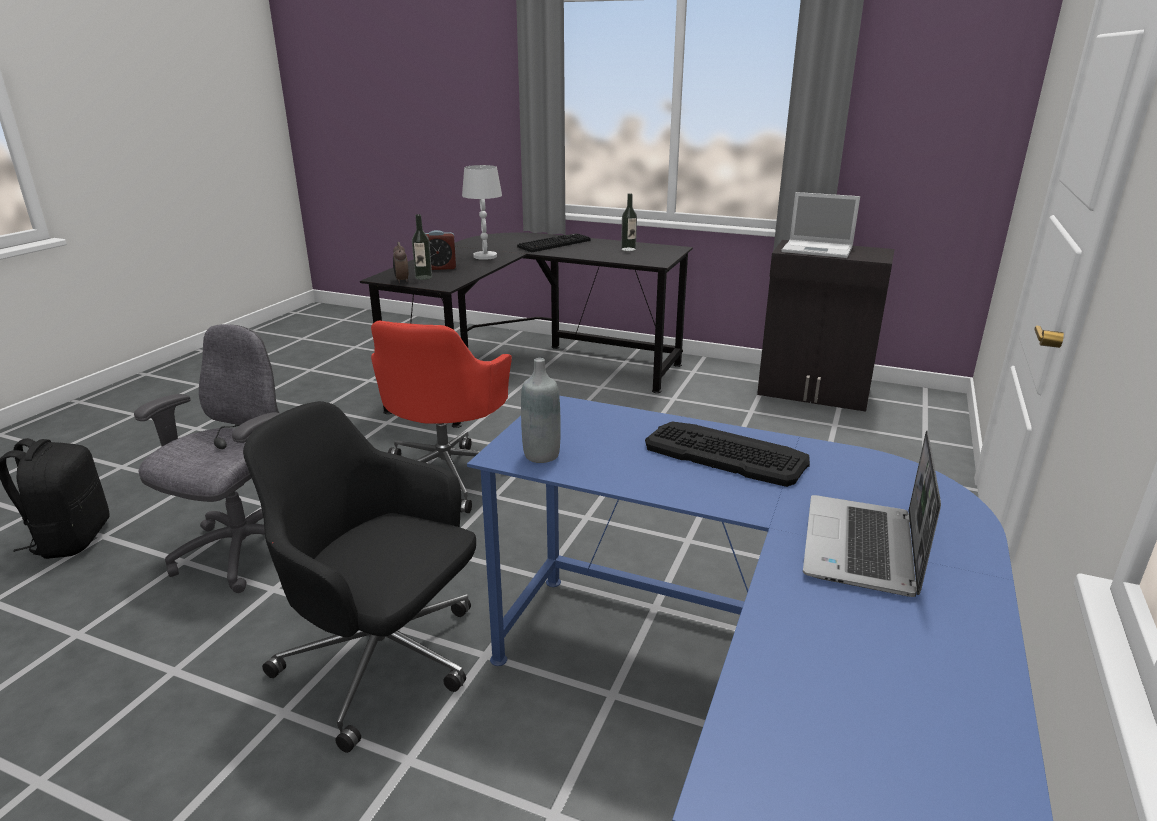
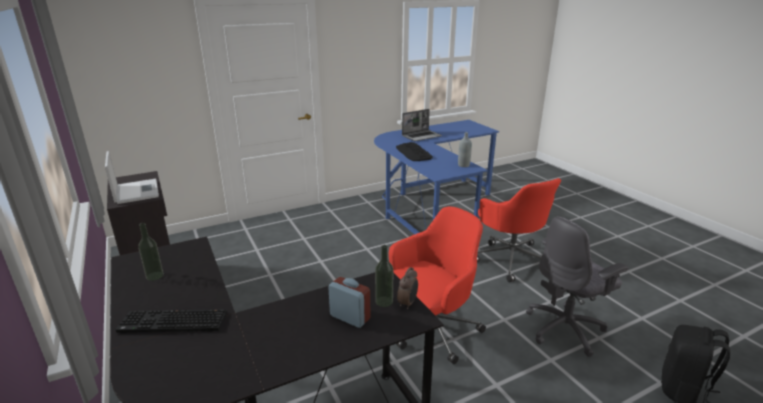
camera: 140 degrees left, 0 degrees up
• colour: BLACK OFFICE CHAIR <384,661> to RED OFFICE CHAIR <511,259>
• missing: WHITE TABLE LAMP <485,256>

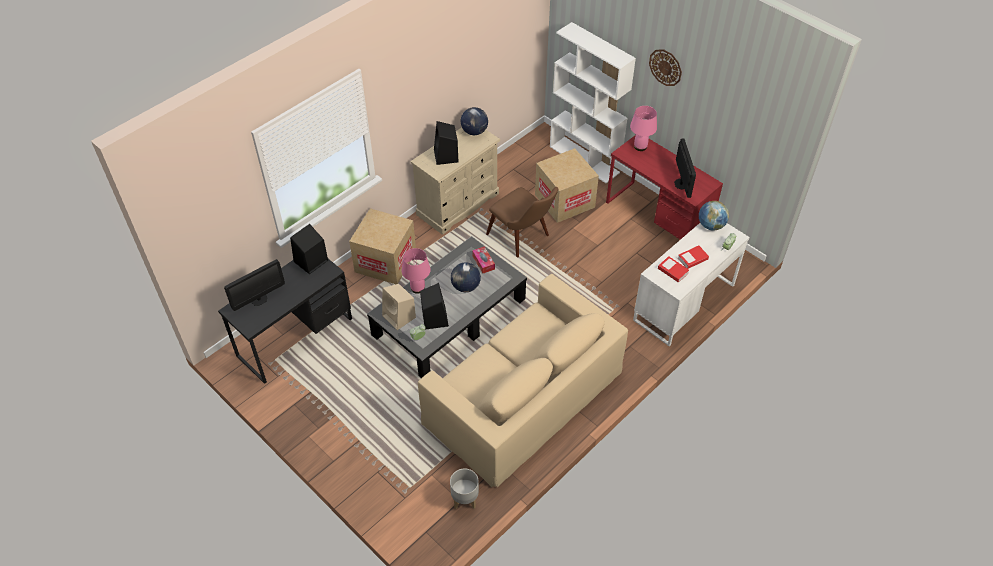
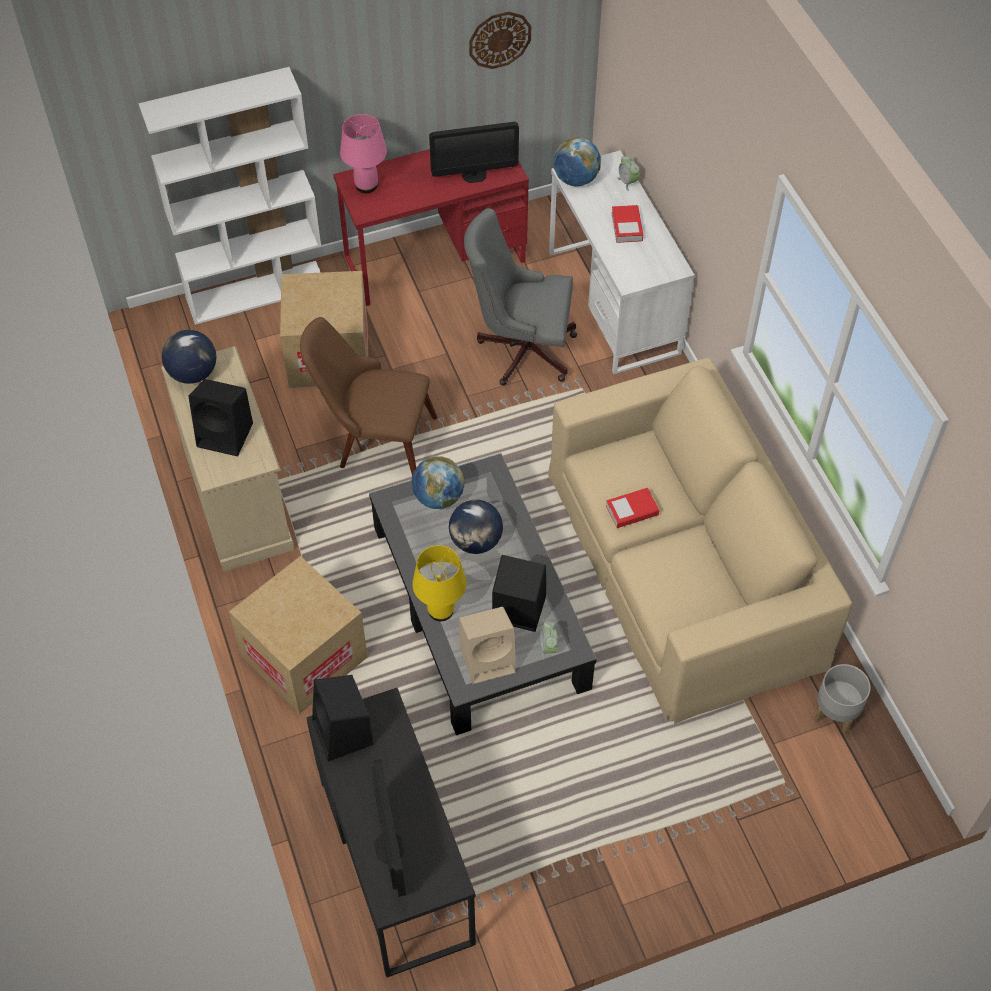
camera: 65 degrees left, 5 degrees up
• spun: BROWN CHAIR <523,238> = <374,440> 150 degrees counterclockwise
• exchanged: TISSUE BOX <483,262> to GLOBE <438,498>
• colour: PINK TABLE LAMP <417,288> to YELLOW TABLE LAMP <441,611>
• spun: MONITOR <680,184> = <474,175> 150 degrees clockwise
• appeared: GREY OFFICE CHAIR <521,349>
• relocated: WALL CLOCK <665,67> to <499,39>
• relocated: BOOK <672,271> to <632,510>

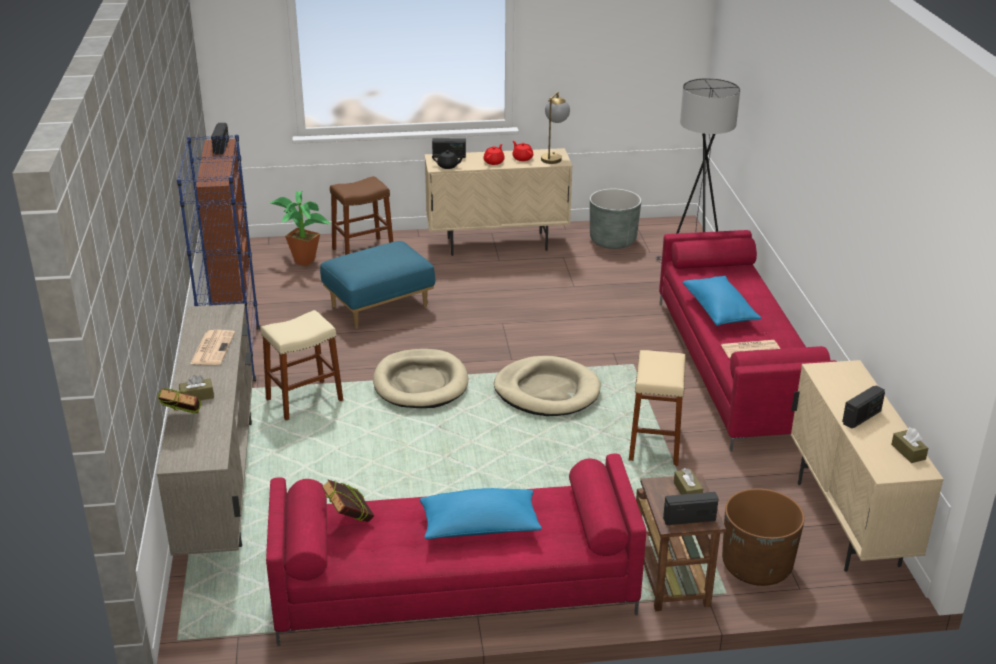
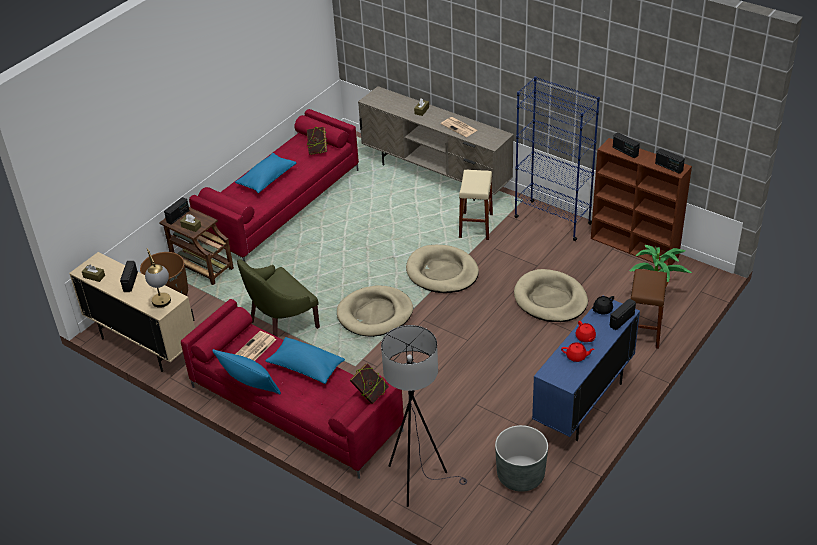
camera: 135 degrees right, 10 degrees up
• relocated: TABLE LAMP <553,157> to <163,305>
• appeared: BLUE PILLOW <249,383>
• exchanged: BEIGE STOOL <654,443> to GREEN ARMCHAIR <281,323>
• relocated: BOOK <182,421> to <370,394>
• exchanged: BLUE OTTOMAN <379,306> to BEIGE DOG BED <550,299>
• colour: BEIGE CABINET <497,244> to BLUE CABINET <583,404>
• appeared: RADIO <625,151>

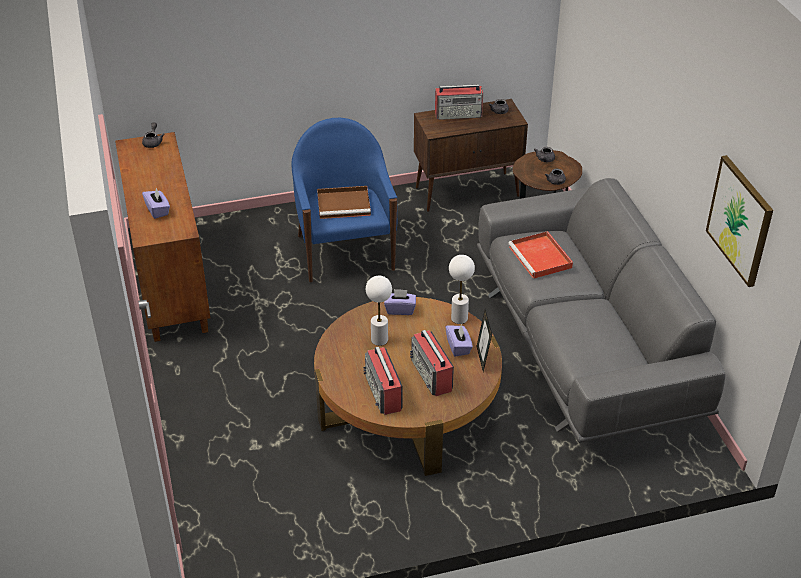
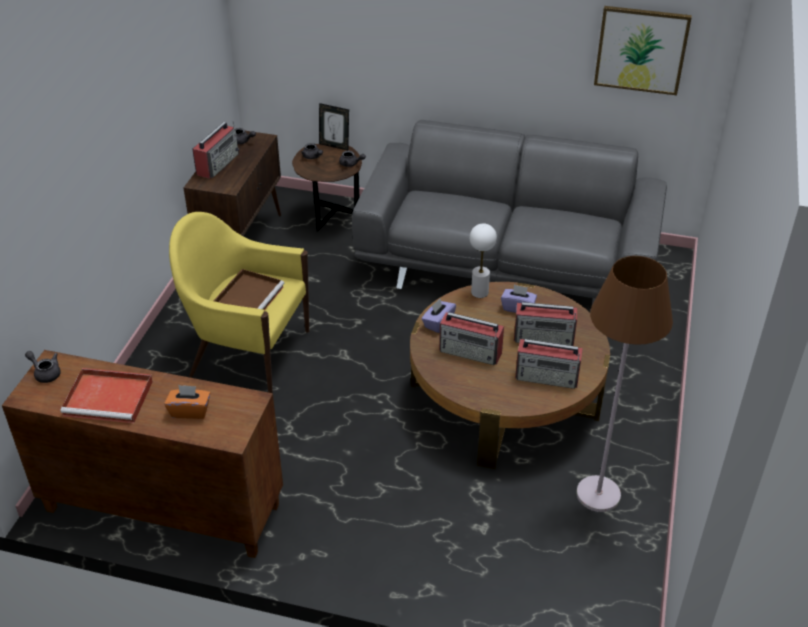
camera: 60 degrees left, 0 degrees up
• relocated: RED TRAY <541,258> to <110,398>
• colour: PURPLE TISSUE BOX <157,210> to ORANGE TISSUE BOX <190,411>
• colour: BLUE ARMCHAIR <345,251> to YELLOW ARMCHAIR <248,352>
• relocated: PICTURE FRAME <482,359> to <334,146>
• exchanged: WHITE TABLE LAMP <379,340> to RADIO <471,352>
• appeared: BROWN FLOOR LAMP <598,494>

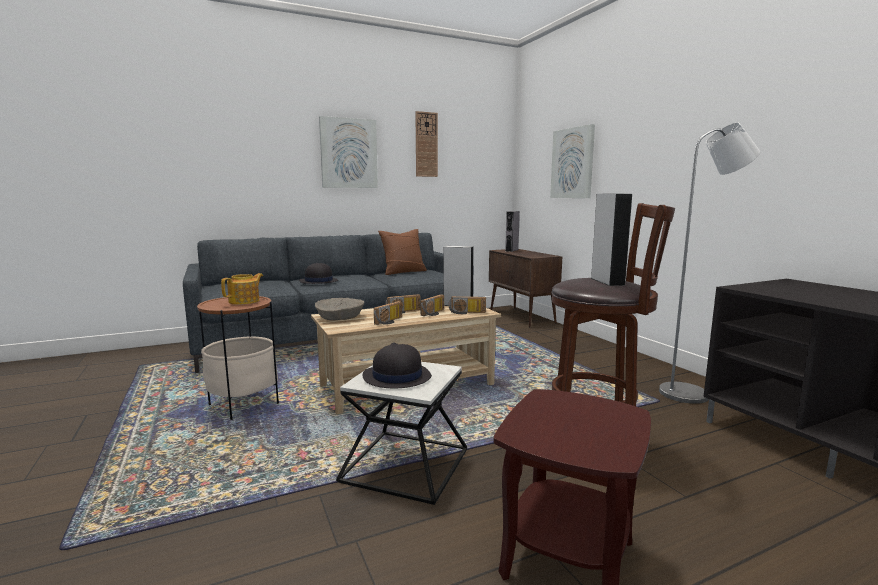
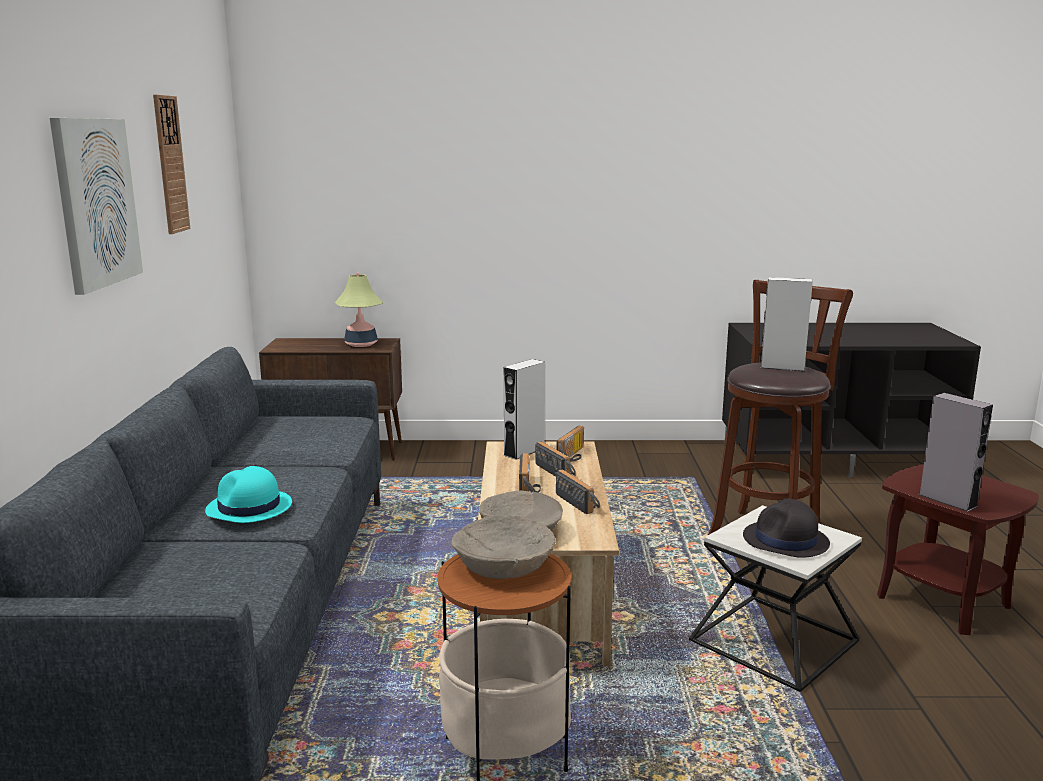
camera: 65 degrees left, 5 degrees up
• colour: BLACK HAT <318,281> to TURQUOISE HAT <249,508>
• appeared: TABLE LAMP <361,344>
• exchanged: TEAPOT <245,301> to BEIGE BOWL <504,565>
• relocated: GREY SPEAKER <511,250> to <947,500>
• missing: BROWN PILLOW <403,272>
• missing: PICTURE <572,163>
• missing: GREY FLOOR LAMP <692,393>

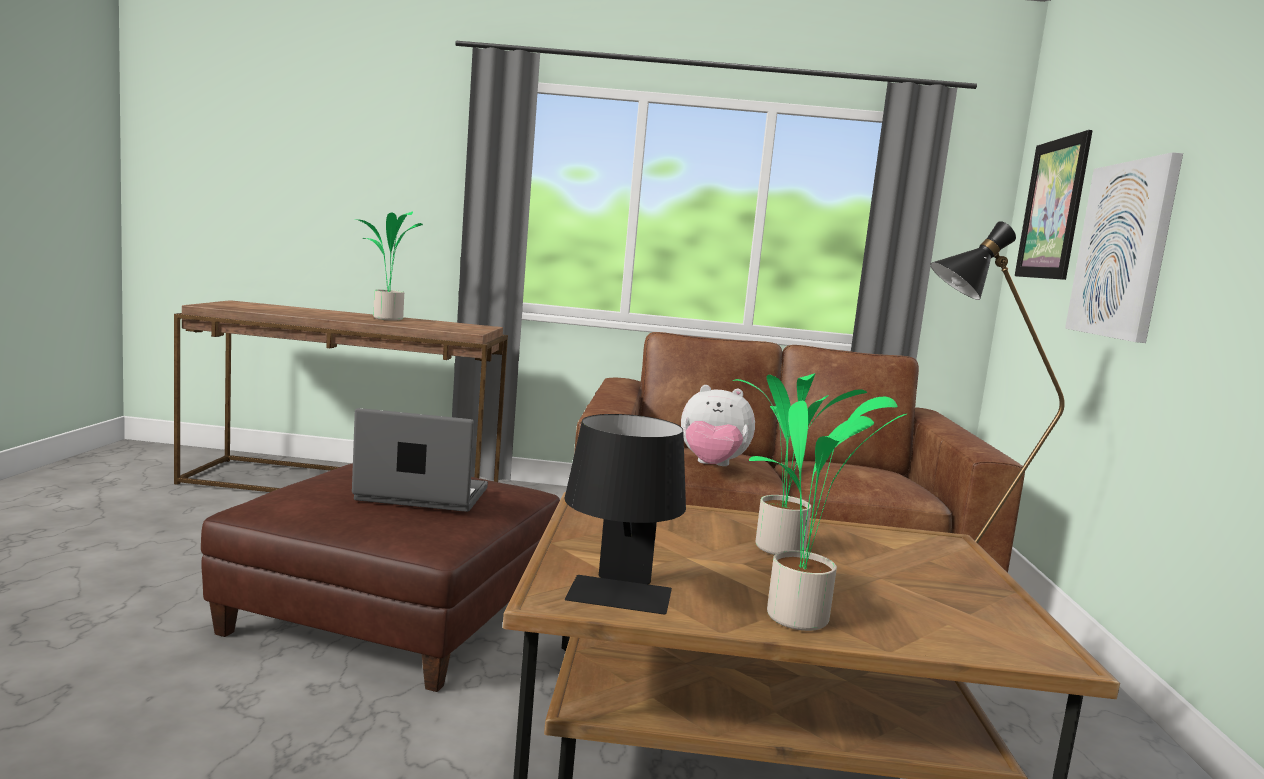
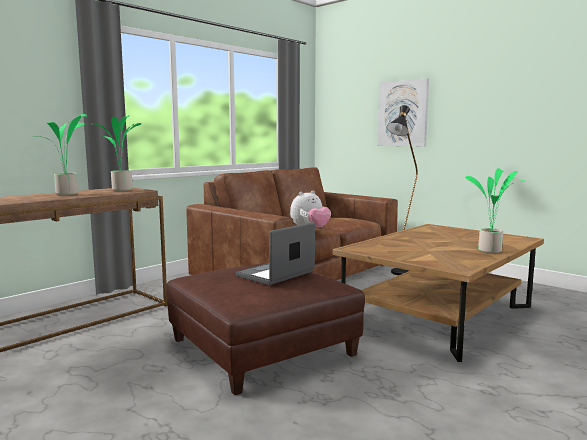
camera: 50 degrees left, 0 degrees up
• relocated: POTTED PLANT <776,549> to <121,190>
• missing: BLACK TABLE LAMP <617,603>
• missing: PICTURE <1052,209>

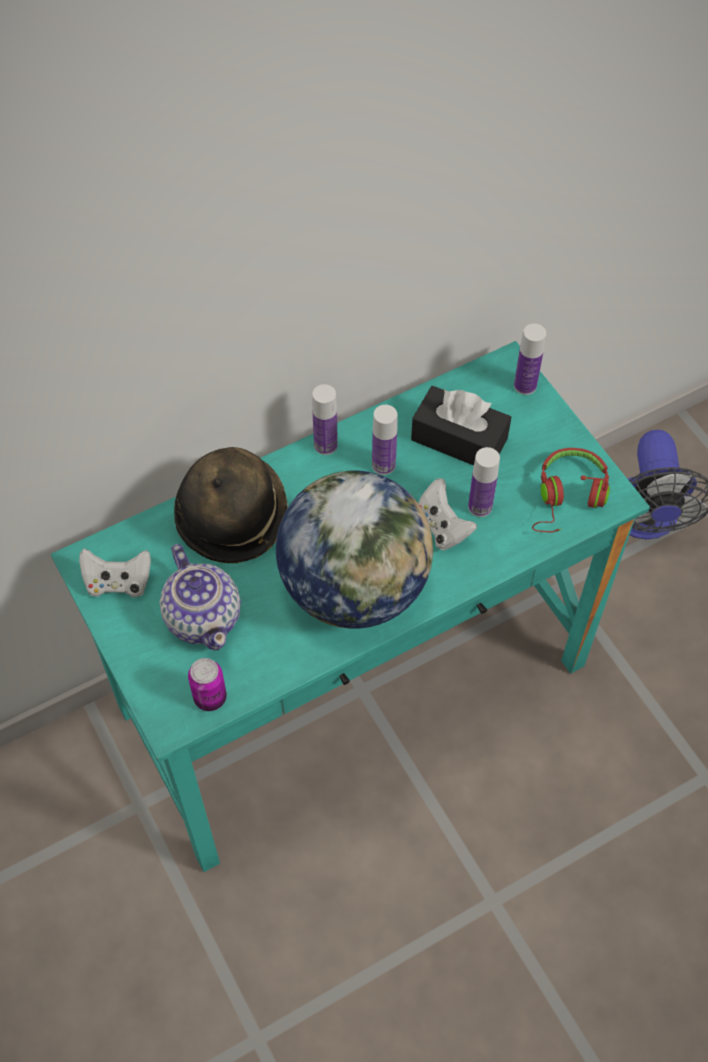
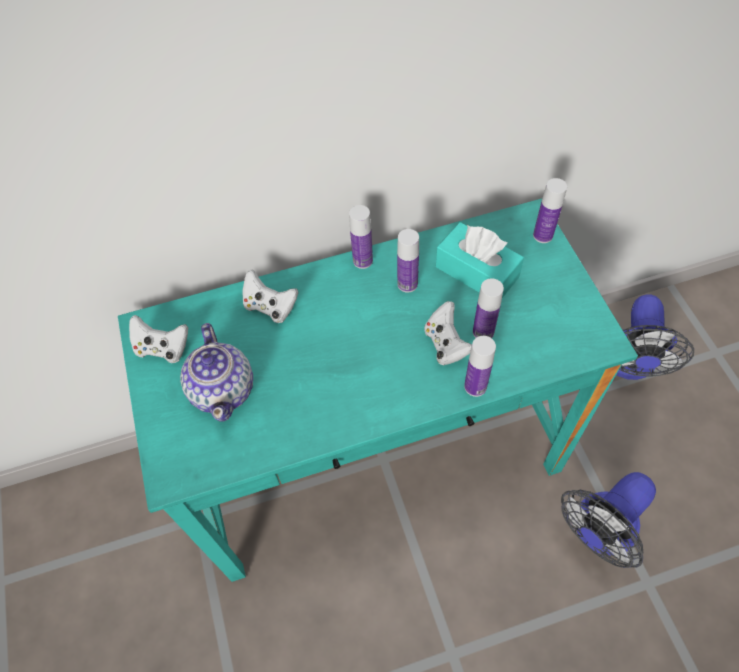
camera: 15 degrees right, 0 degrees up
• exchanged: HAT <231,515> to WHITE GAME CONTROLLER <270,307>
• colour: BLACK TISSUE BOX <459,439> to TURQUOISE TISSUE BOX <477,272>
• appeared: BOTTLE <475,386>
• appeared: FAN <598,532>
• missing: CAN <210,698>
• missing: GLOBE <354,587>
• missing: RED HEADPHONES <568,498>

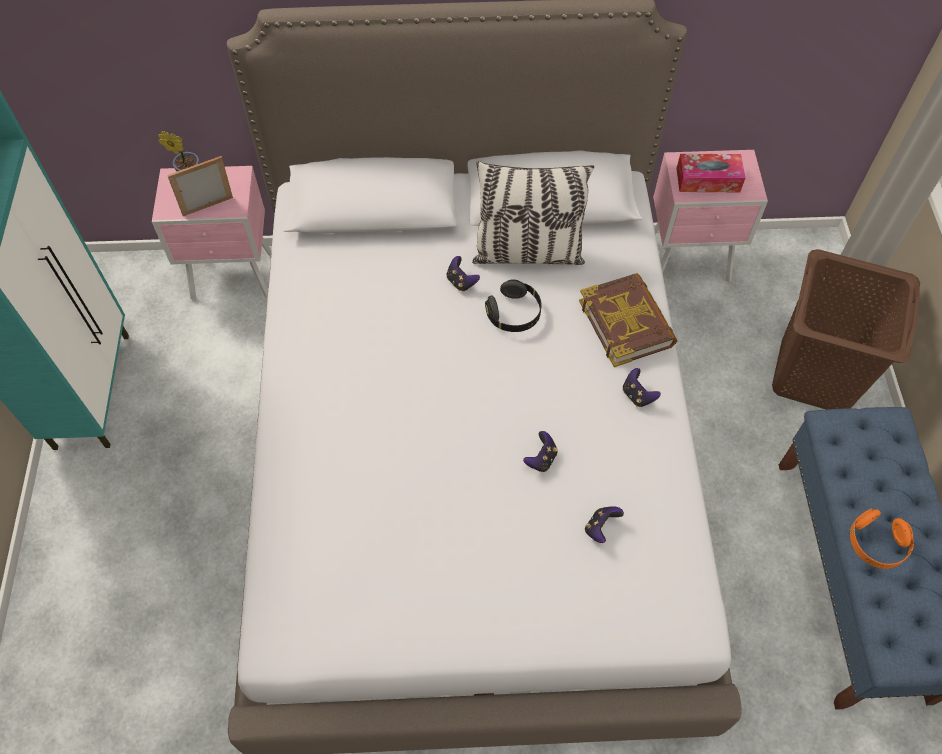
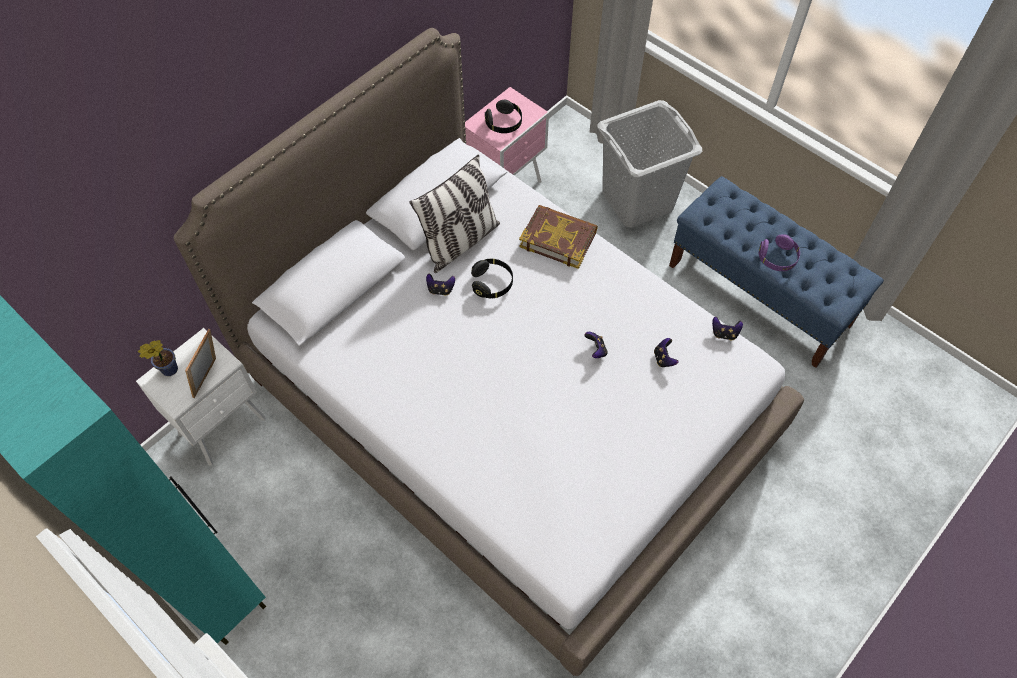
camera: 45 degrees left, 0 degrees up
• colour: PINK NIGHTSTAND <235,278> to WHITE NIGHTSTAND <225,426>
• exchanged: TISSUE BOX <708,180> to BLACK HEADPHONES <504,123>
• colour: BROWN LAUNDRY BASKET <813,374> to GREY LAUNDRY BASKET <636,200>
• relocated: GAME CONTROLLER <637,395> to <724,333>
• colour: ORANGE HEADPHONES <876,544> to PURPLE HEADPHONES <777,258>

